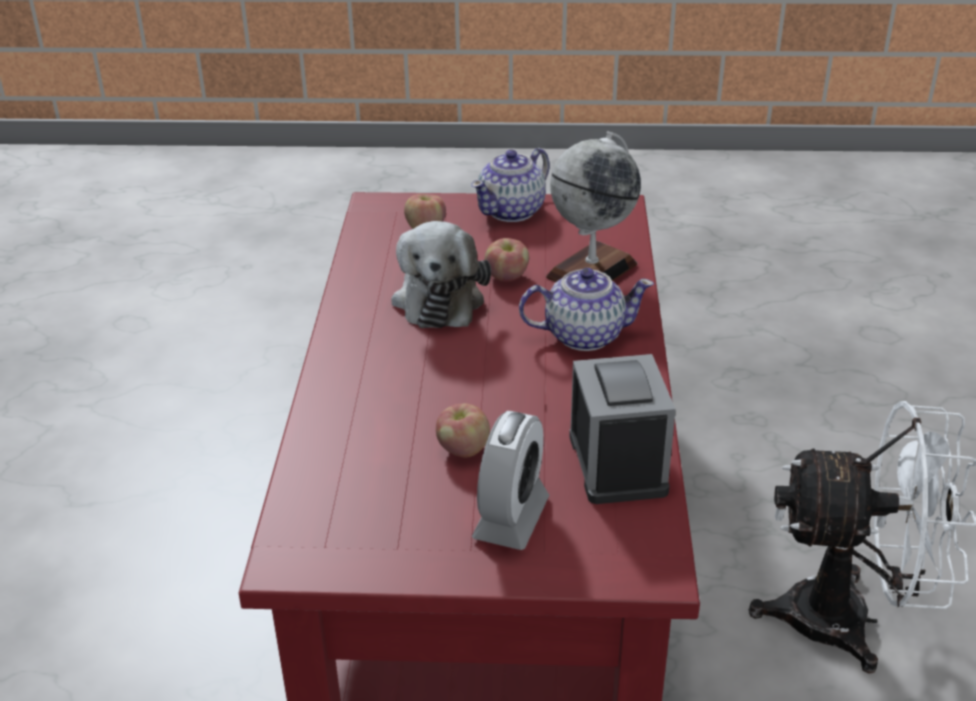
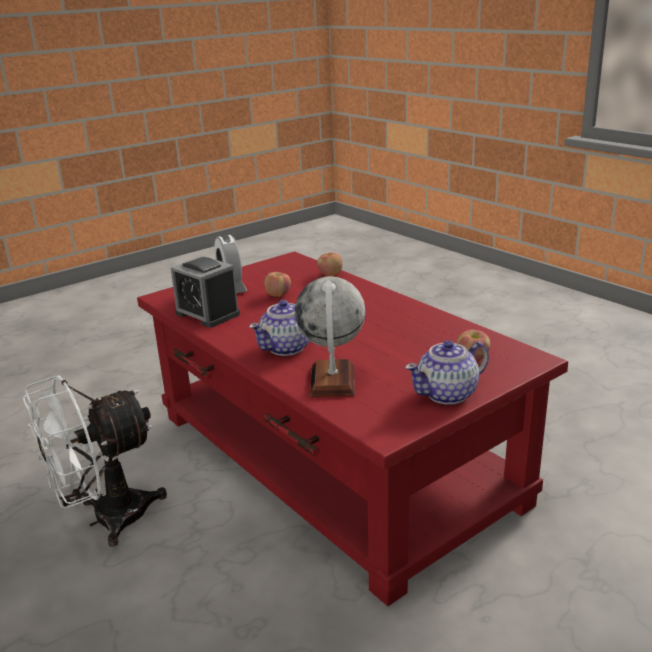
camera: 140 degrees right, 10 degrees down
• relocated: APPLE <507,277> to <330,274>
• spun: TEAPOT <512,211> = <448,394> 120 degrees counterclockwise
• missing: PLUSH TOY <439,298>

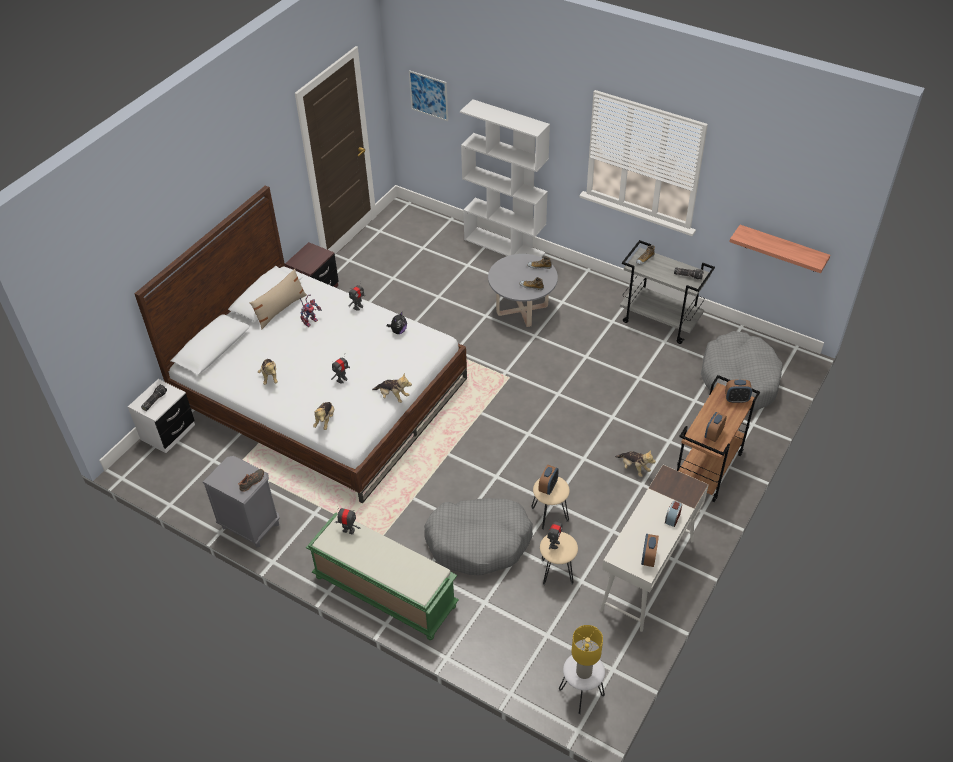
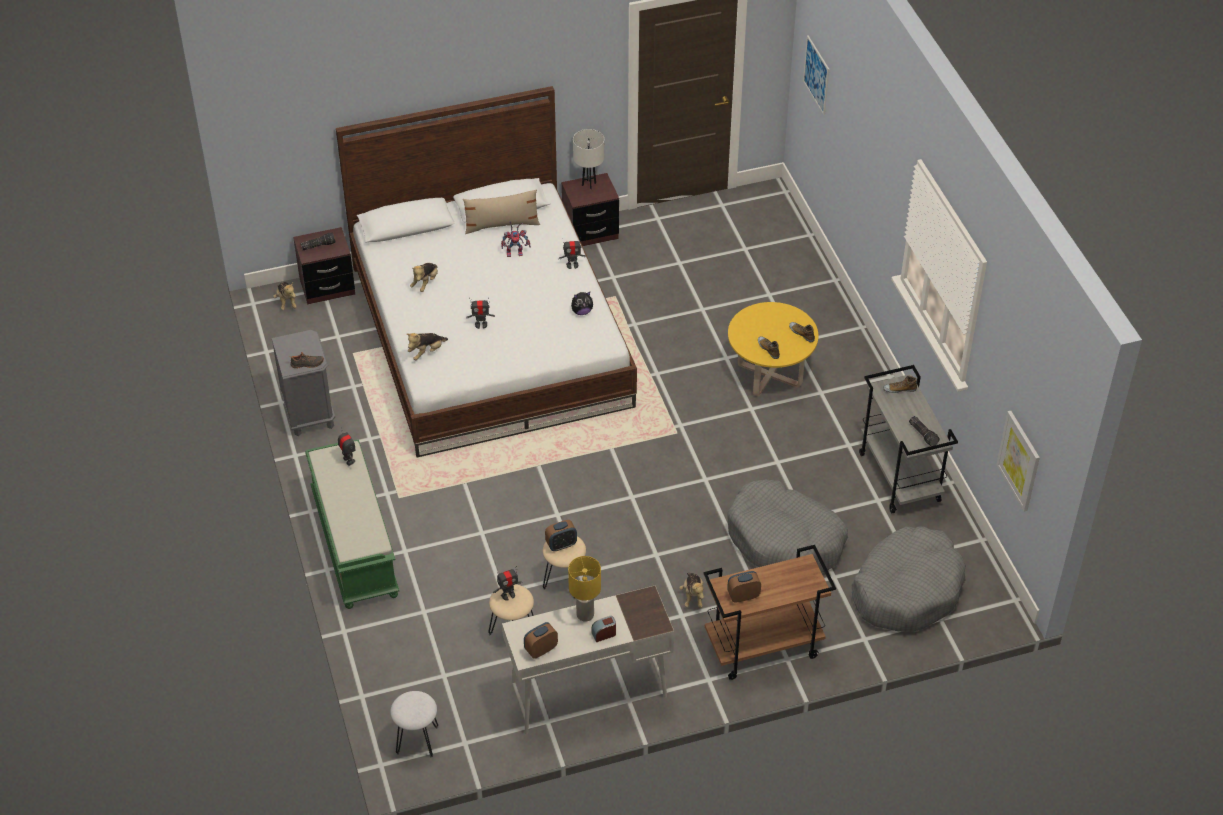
camera: 40 degrees right, 0 degrees up
• relocated: PLUSH TOY <393,396> to <286,302>
• colour: WHITE NIGHTSTAND <168,432> to BROWN NIGHTSTAND <327,287>
• relocated: YELLOW TABLE LAMP <583,672> to <584,614>
• appeared: WHITE TABLE LAMP <589,184>
• relocated: GREY DOG BED <479,542> to <785,540>
• colour: GREY COFFEE TABLE <522,310> to YELLOW COFFEE TABLE <769,375>
• exchanged: SHELF <782,249> to PICTURE <1019,460>
• missing: WHITE BOOKCASE <505,246>
• missing: ALARM CLOCK <736,399>

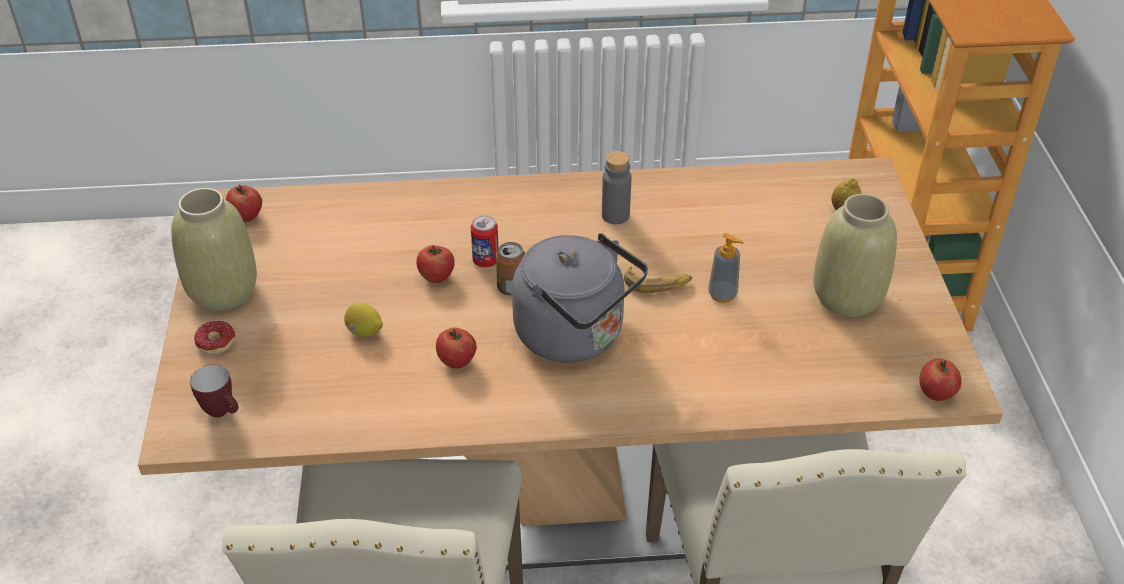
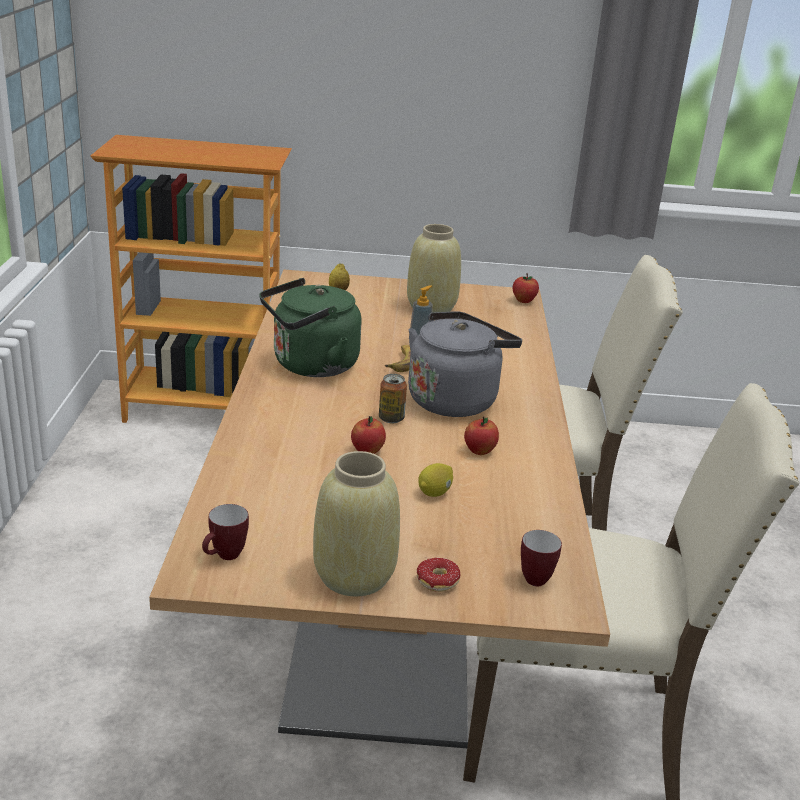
camera: 85 degrees left, 15 degrees down
• exchanged: APPLE <247,216> to MUG <225,557>
• exchanged: GREY BOTTLE <615,215> to GREEN KETTLE <310,366>
• missing: CAN <485,261>

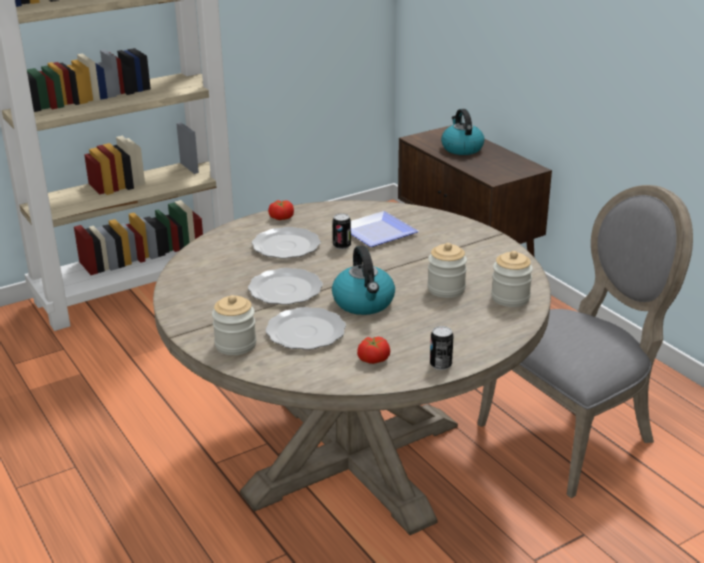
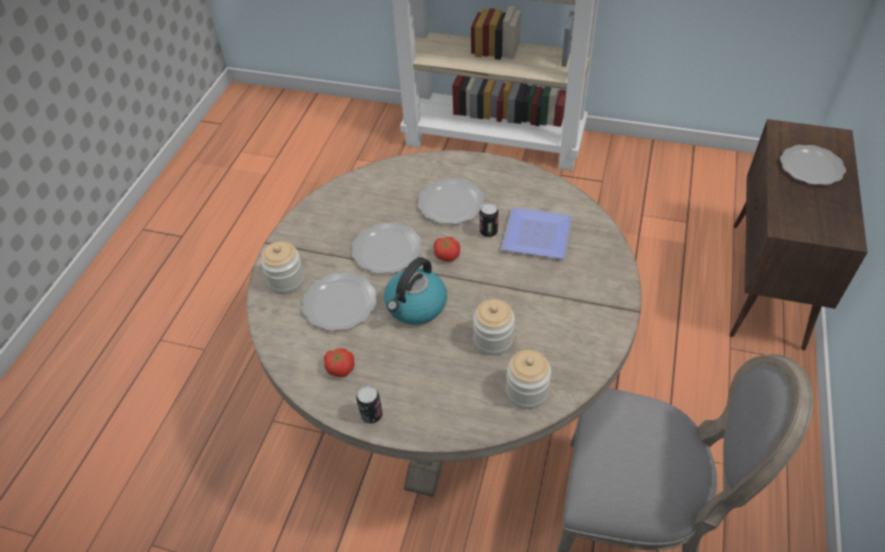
camera: 50 degrees right, 20 degrees up
• relocated: TOMATO <281,217> to <447,255>
• exchanged: KETTLE <461,148> to PLATE <810,167>

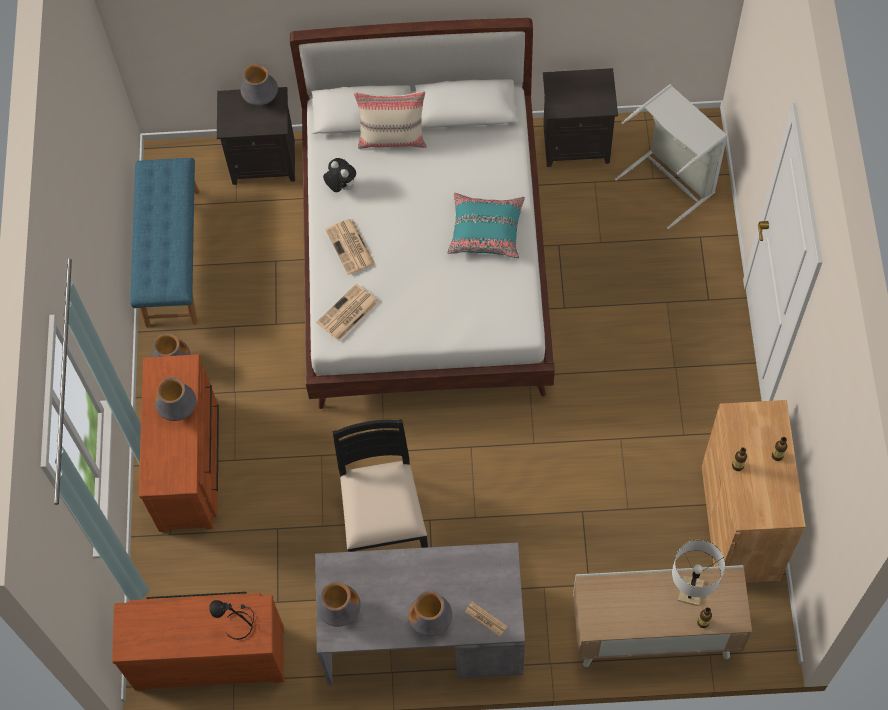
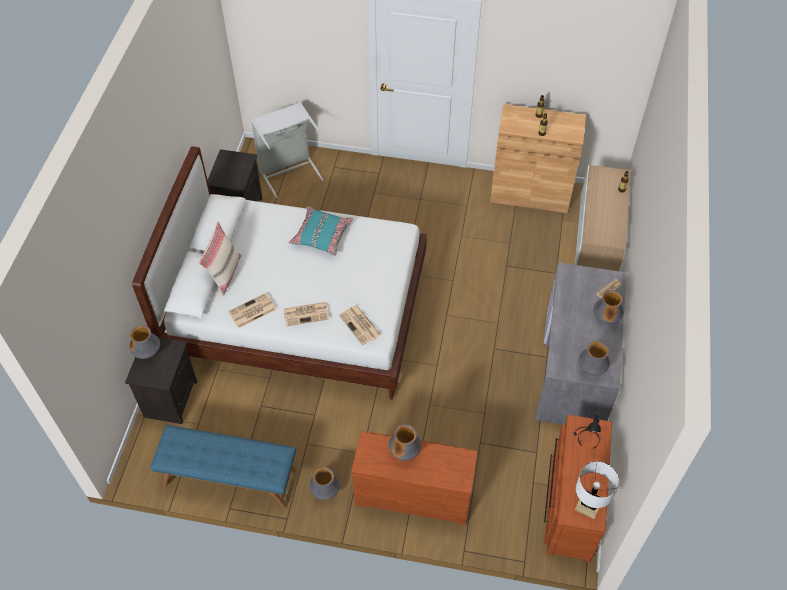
camera: 80 degrees left, 10 degrees down
• exchanged: PLUSH TOY <341,186> to NEWSPAPER <252,311>
• relocated: WHITE TABLE LAMP <690,591> to <587,507>
• missing: BLACK CHAIR <384,522>

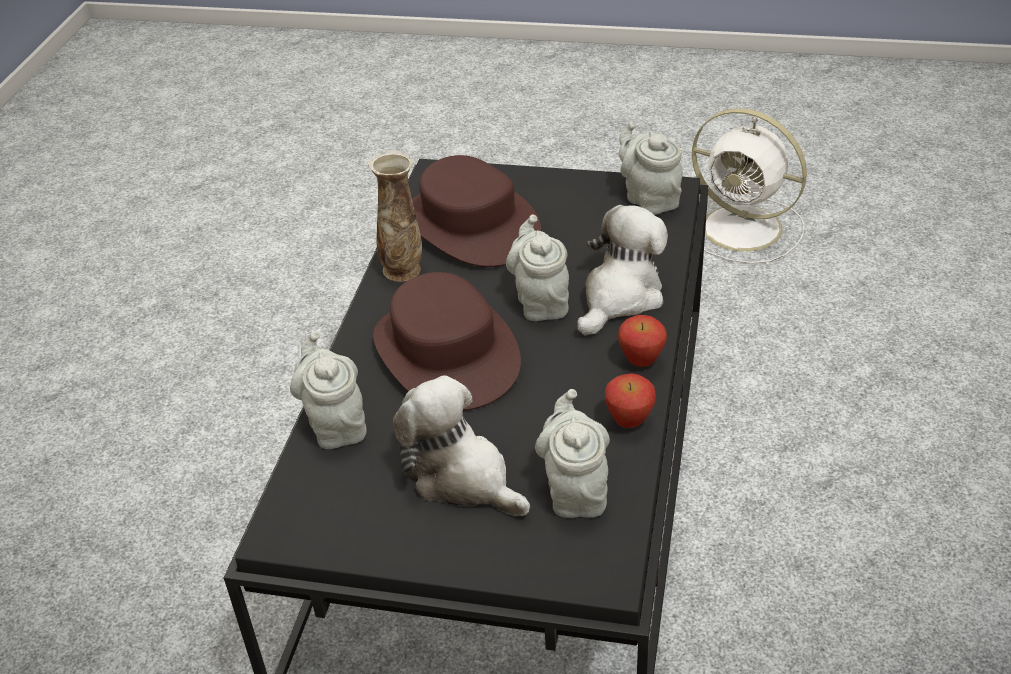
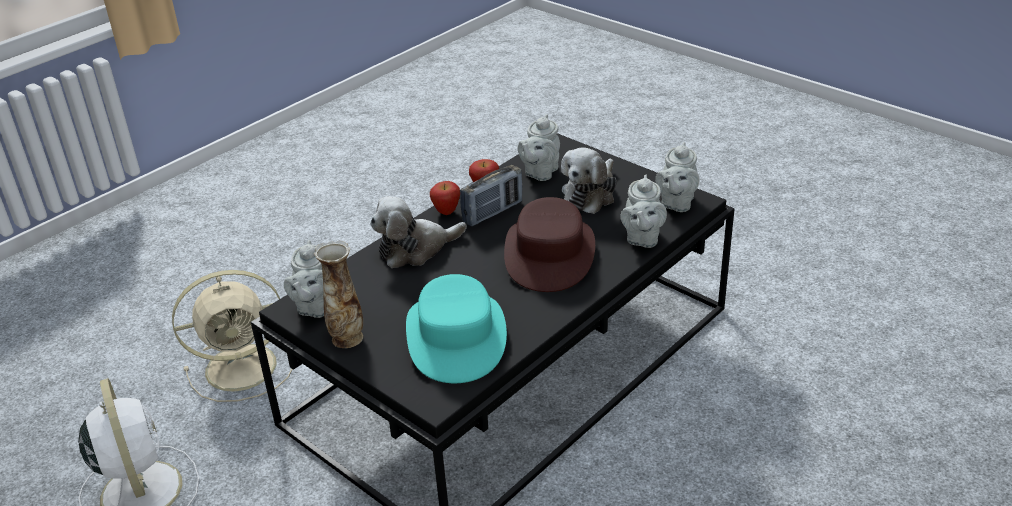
camera: 150 degrees left, 5 degrees down
• appeared: BEIGE FAN <244,366>
• relocated: VASE <403,270> to <347,337>
• colour: BROWN HAT <470,225> to TURQUOISE HAT <456,337>
• appeared: RADIO <492,212>
• spun: PLUSH TOY <461,477> = <590,194> 45 degrees clockwise
• relocated: GREY TEAPOT <541,301> to <676,203>

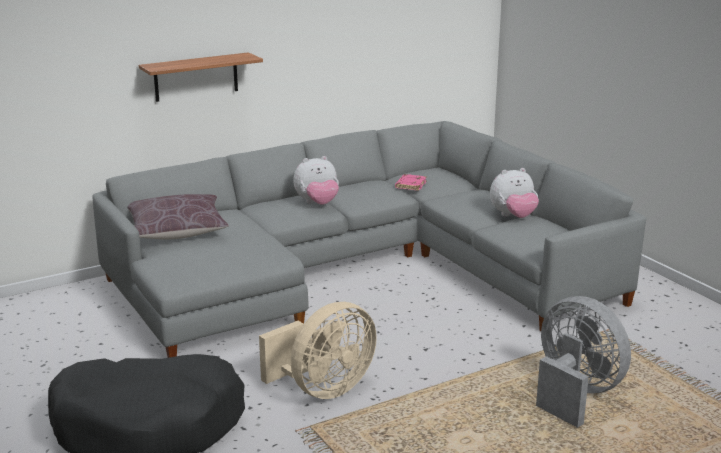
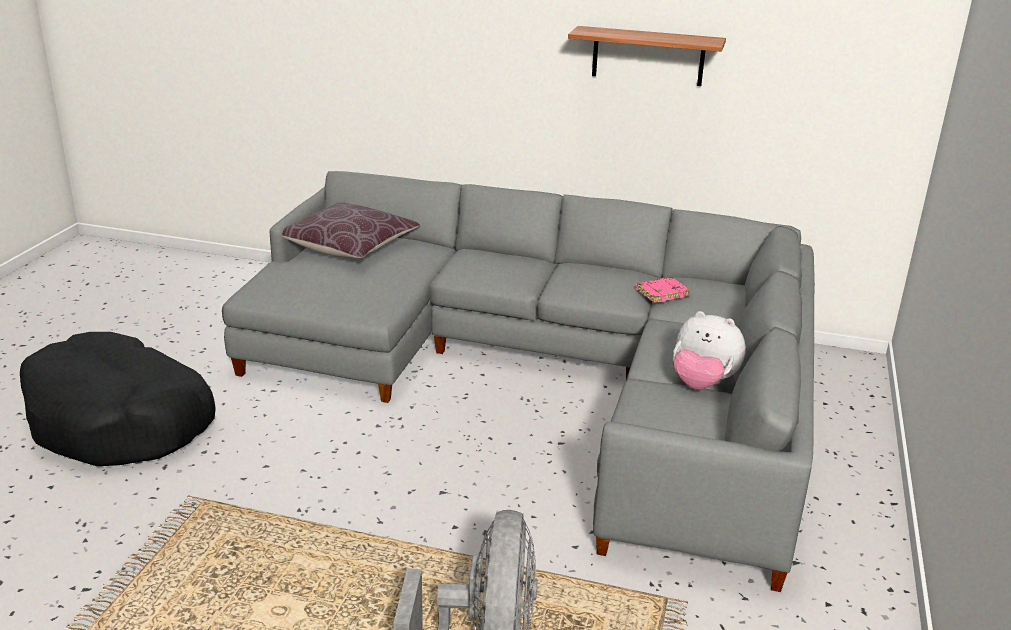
camera: 45 degrees right, 5 degrees up
• relocated: SHELF <196,77> to <648,56>
• missing: BEIGE FAN <323,389>
• missing: PLUSH TOY <317,203>

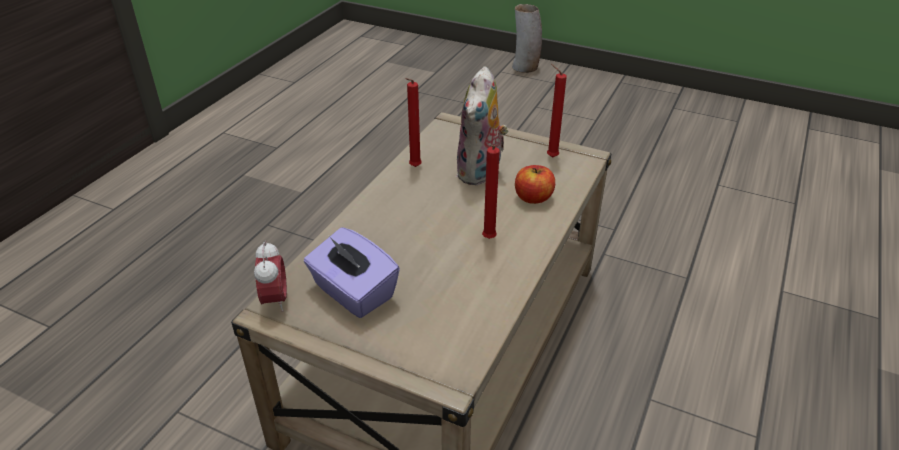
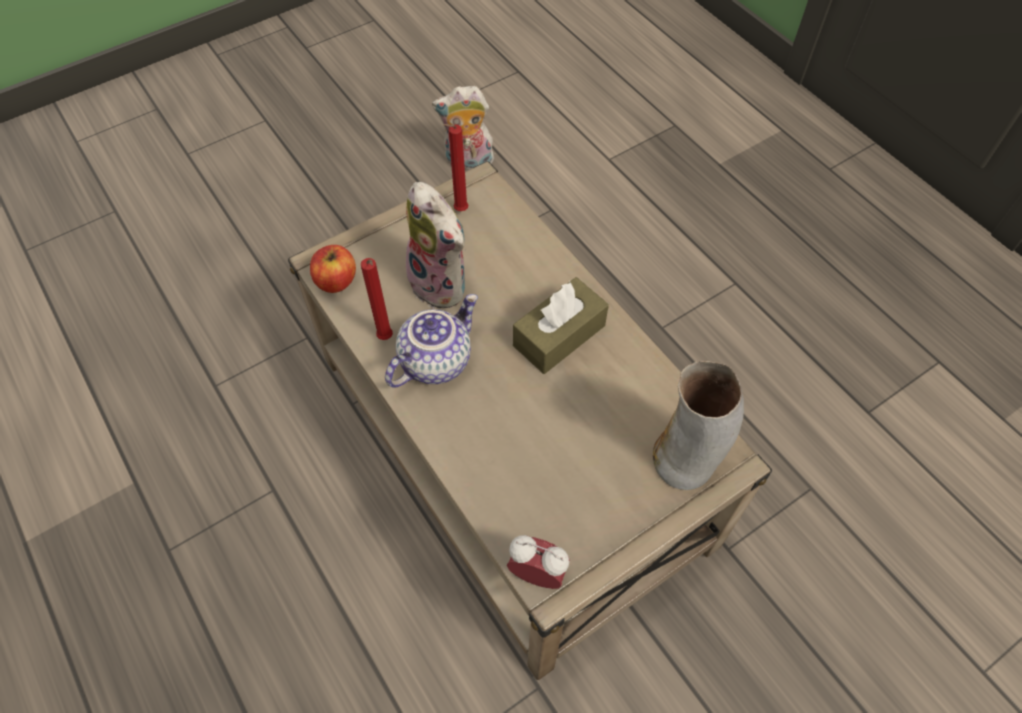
camera: 60 degrees left, 20 degrees up
• relocated: APPLE <533,198> to <336,281>
• appeared: TEAPOT <435,360>
• appeared: PLUSH TOY <467,162>
• exchanged: RED CANDLE <488,240> to BROWN TISSUE BOX <559,335>
• relocated: VASE <525,67> to <685,460>
• missing: PURPLE TISSUE BOX <353,293>

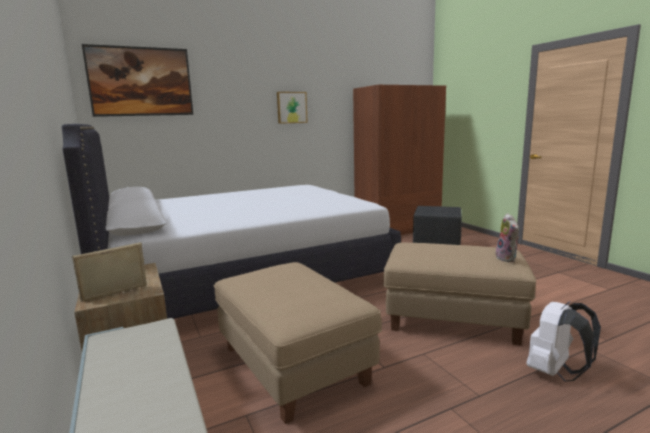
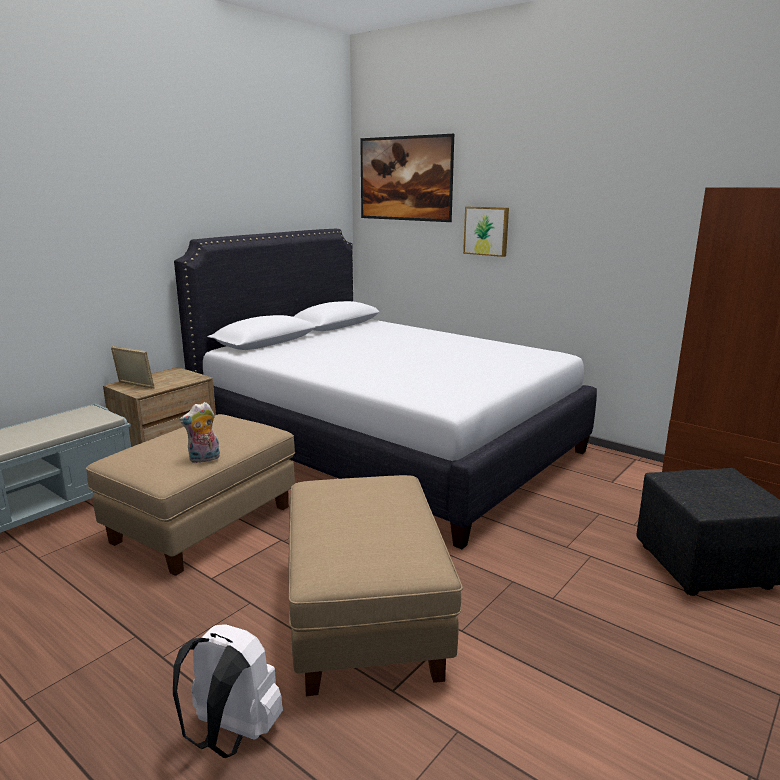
camera: 65 degrees right, 5 degrees up
• relocated: PLUSH TOY <507,258> to <204,459>
• relocated: PICTURE <291,107> to <486,231>

